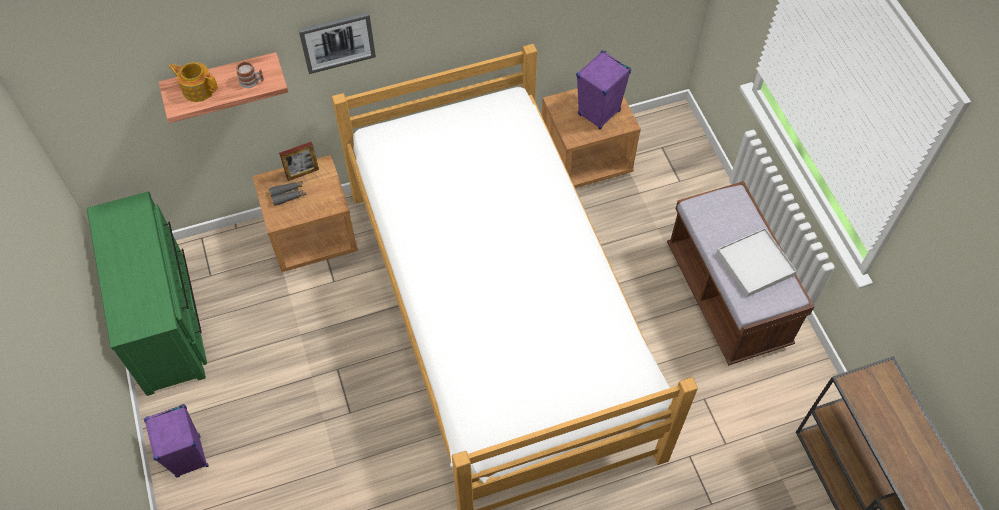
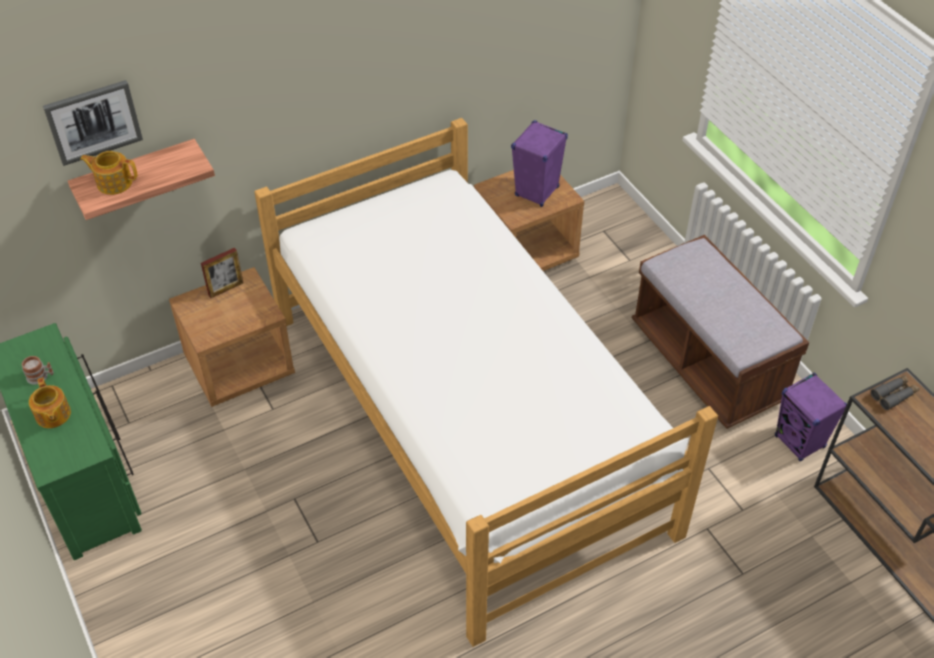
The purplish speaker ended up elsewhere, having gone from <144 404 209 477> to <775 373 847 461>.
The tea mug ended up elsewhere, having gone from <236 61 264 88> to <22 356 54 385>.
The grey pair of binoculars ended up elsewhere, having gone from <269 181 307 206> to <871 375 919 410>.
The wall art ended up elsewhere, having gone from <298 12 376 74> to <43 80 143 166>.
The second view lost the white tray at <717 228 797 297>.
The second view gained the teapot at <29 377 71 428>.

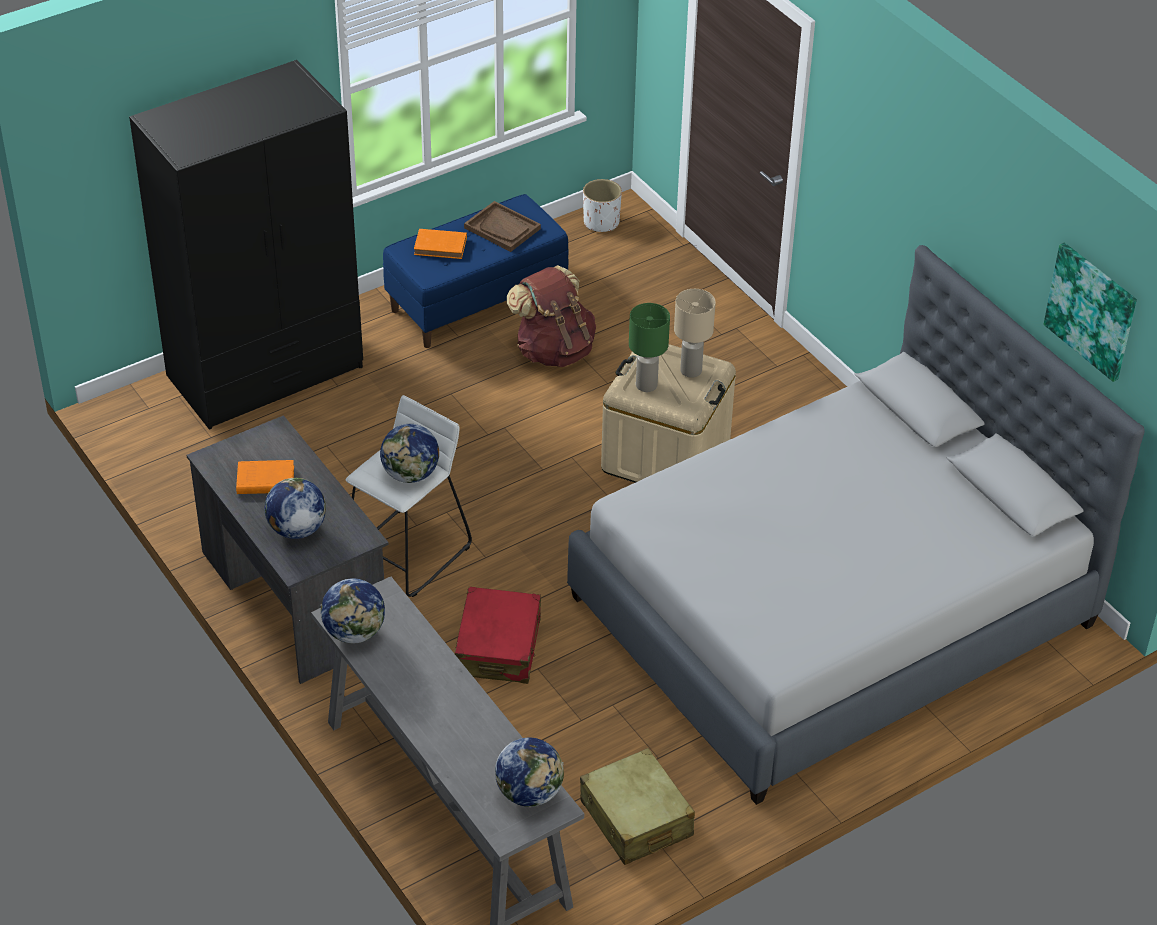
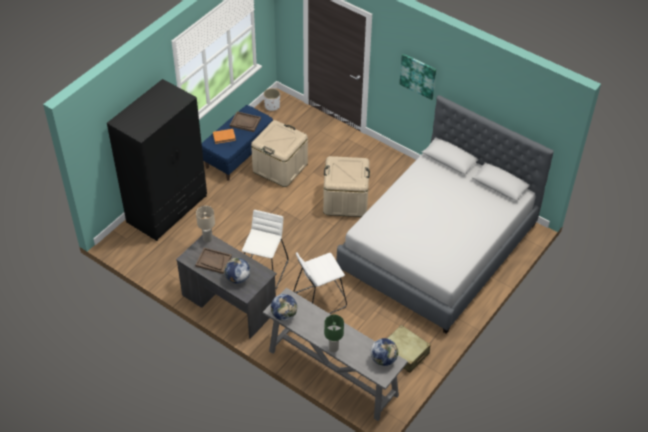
Where the orange-coloured book stood at <236 460 294 494>, the brownish tray came to stand at <195 248 232 274>.
The second view lost the desk globe at <380 424 439 483>.
Where the red suitcase stood at <455 587 541 684>, the white stool seat came to stand at <293 252 347 314>.
Where the brownish backpack stood at <507 265 596 367>, the sand-coloured storage box came to stand at <251 120 308 187>.
The green lamp for a table ended up elsewhere, having gone from <629 303 670 392> to <324 315 344 352>.
The sand-coloured lamp for a table ended up elsewhere, having gone from <674 289 716 378> to <196 206 215 242>.
The wall art ended up elsewhere, having gone from <1044 243 1137 382> to <399 54 436 100>.

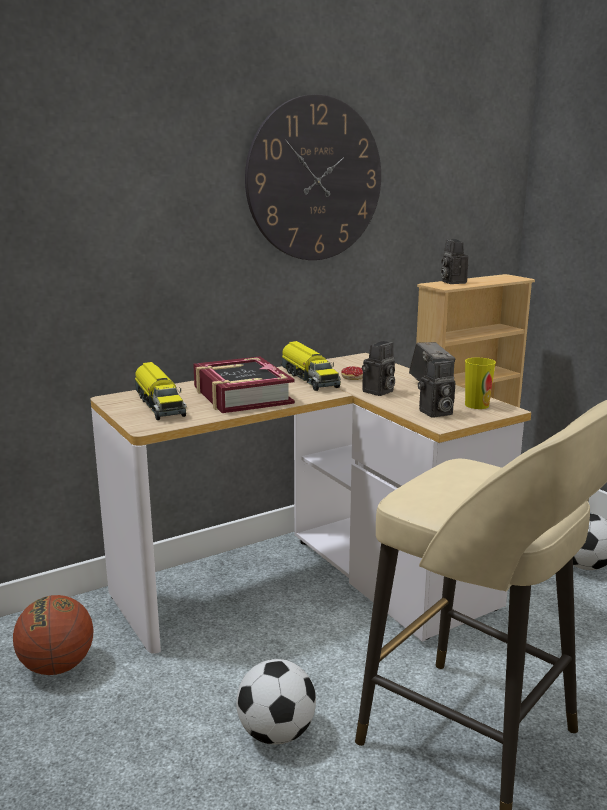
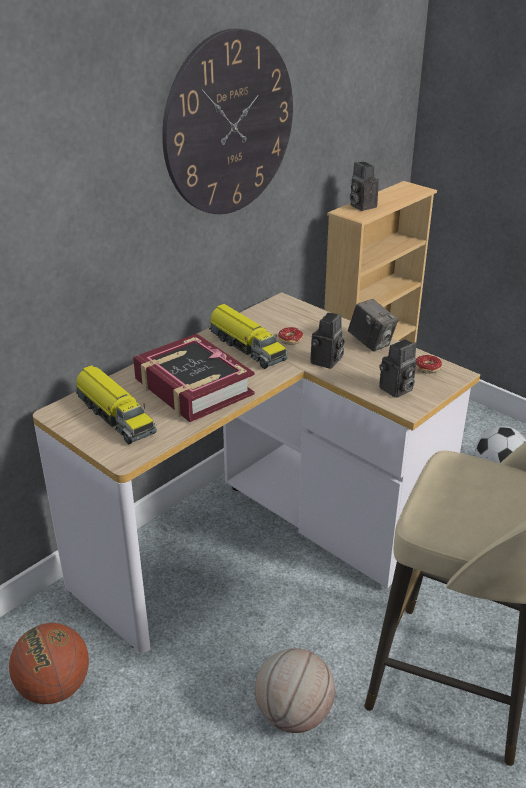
Where the football stood at <236 659 316 745>, the basketball came to stand at <255 648 335 733>.
Where the drinking cup stood at <465 358 496 409>, the ring doughnut came to stand at <416 355 442 374>.

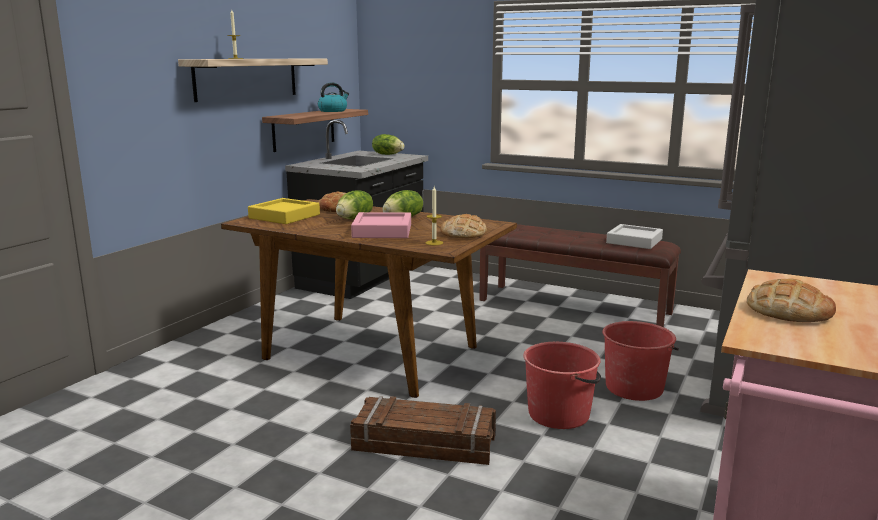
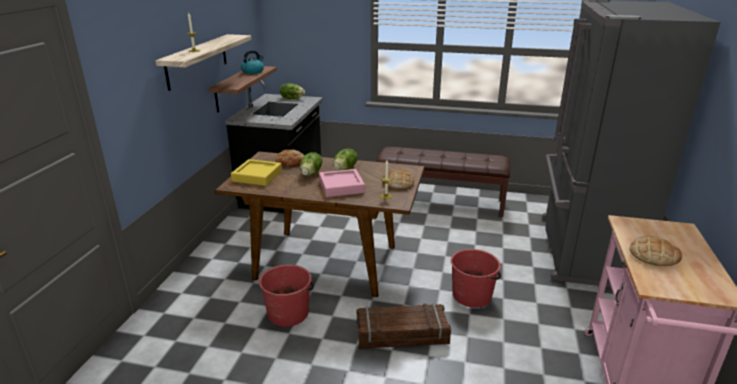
The red bucket ended up elsewhere, having gone from <602 321 679 401> to <259 264 314 327>.
The second view lost the grey tray at <606 224 663 249>.

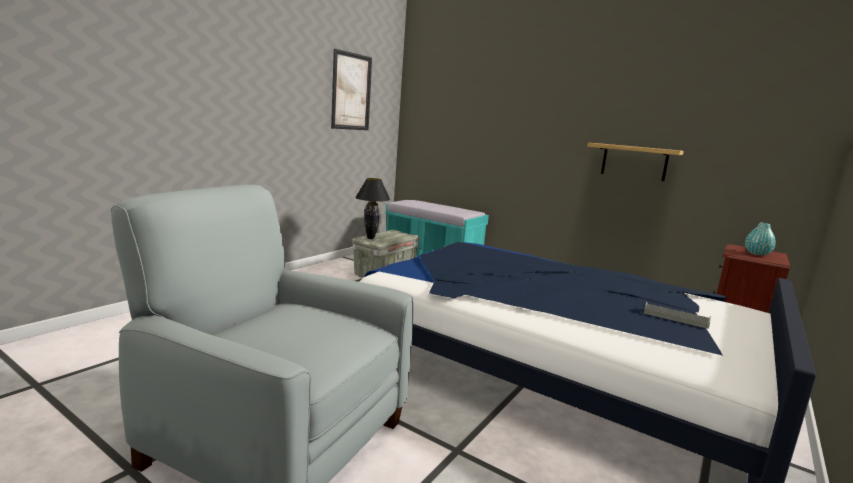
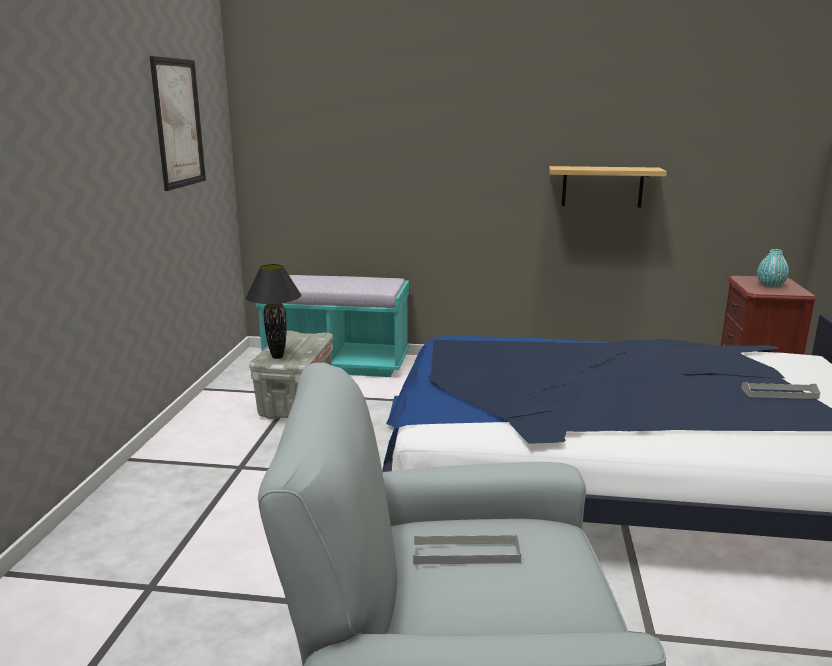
The second view gained the grey tray at <413 534 521 564>.

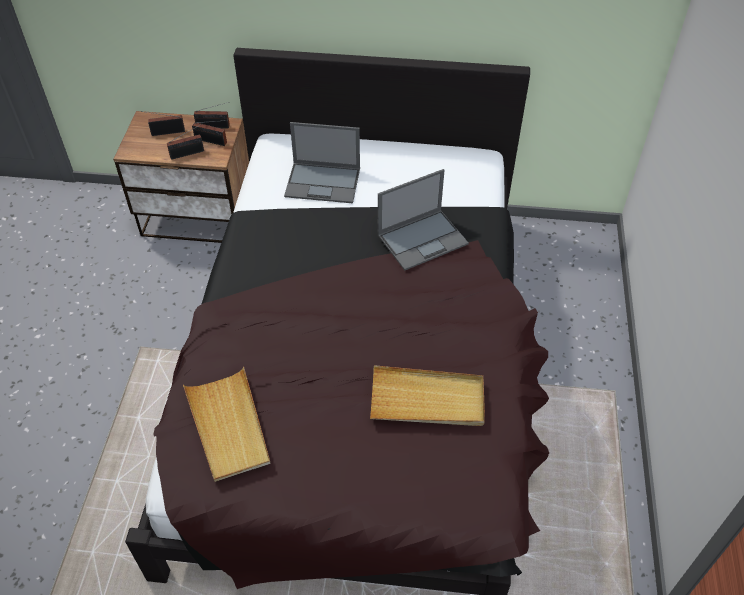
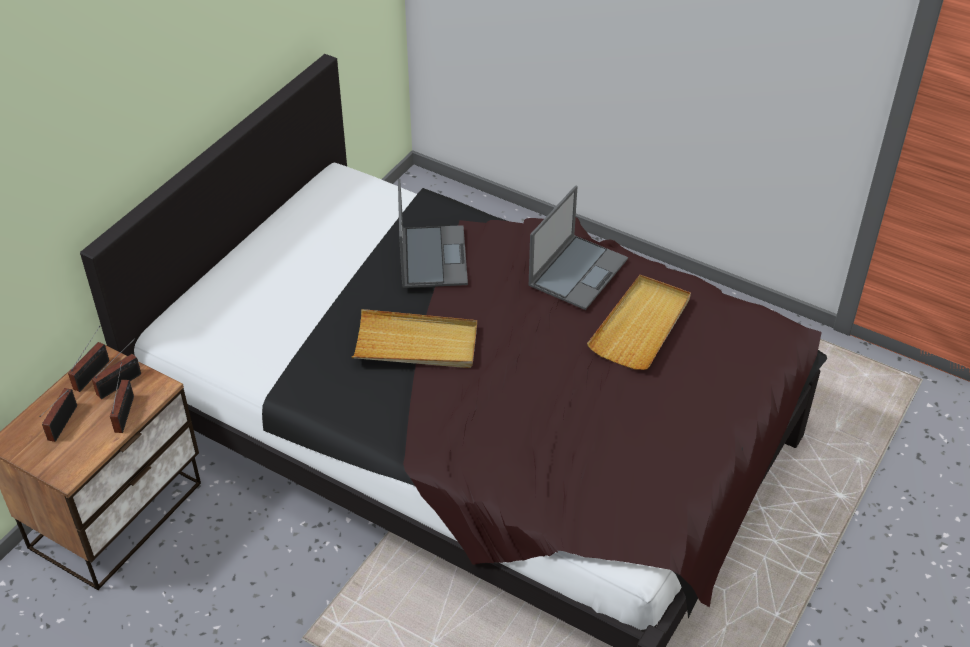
The sand-coloured tray ended up elsewhere, having gone from <183 367 271 482> to <352 309 477 368>.
The portable computer ended up elsewhere, having gone from <284 122 360 203> to <528 185 628 310>.

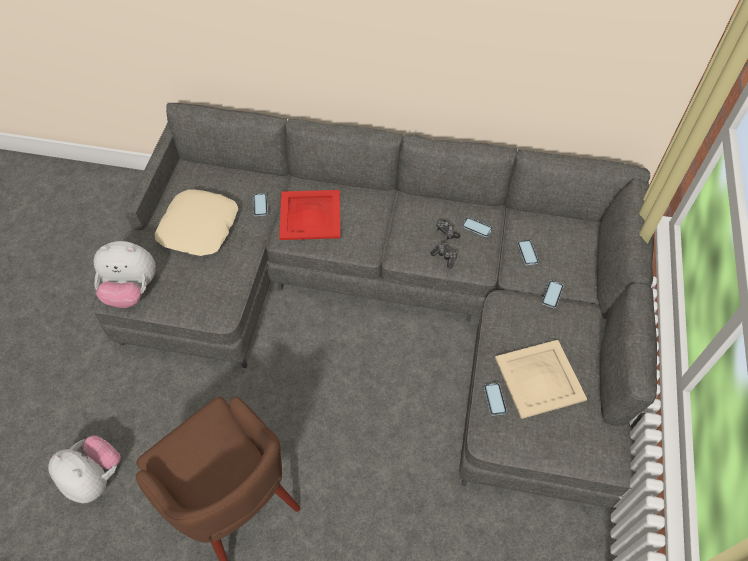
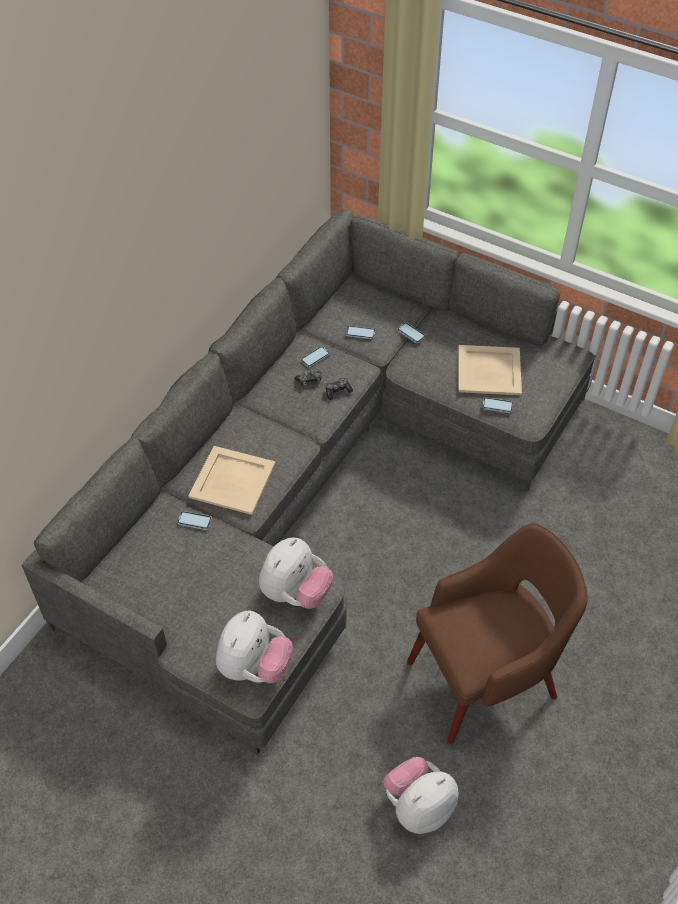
The second view lost the sand-coloured throw pillow at <155 190 238 256>.
What was the red tray at <279 190 340 240> turned into the sand-coloured tray at <188 446 276 515>.
The second view gained the plush toy at <259 537 333 609>.

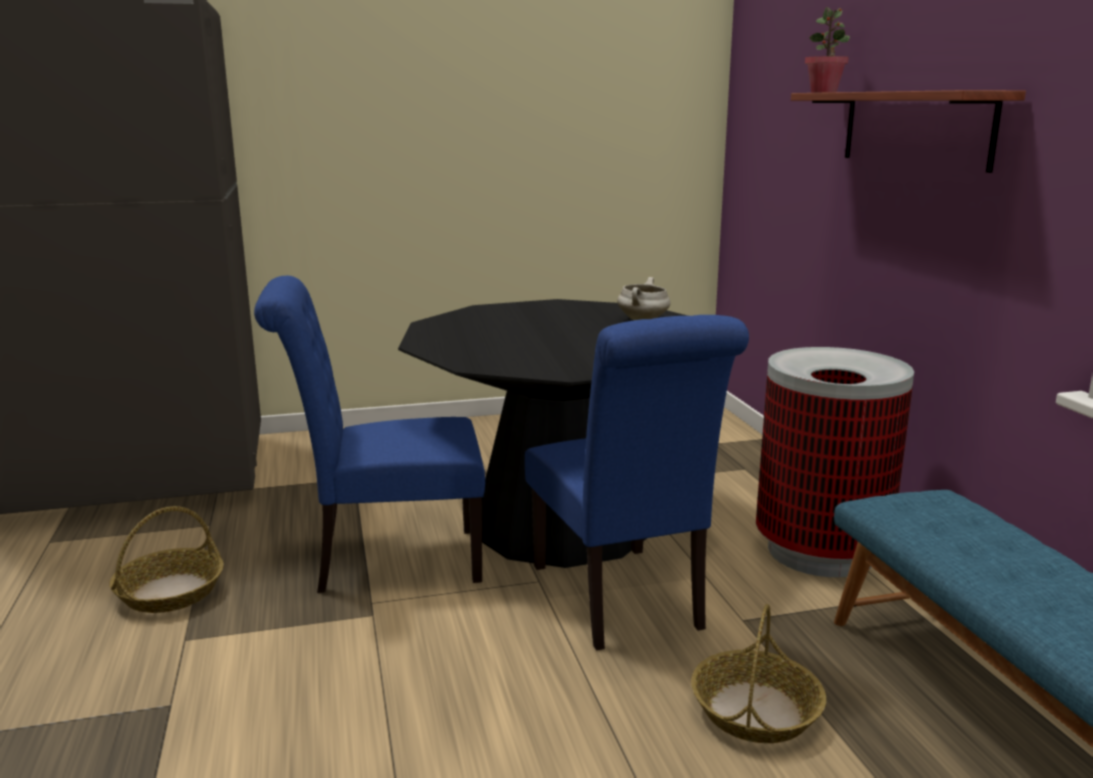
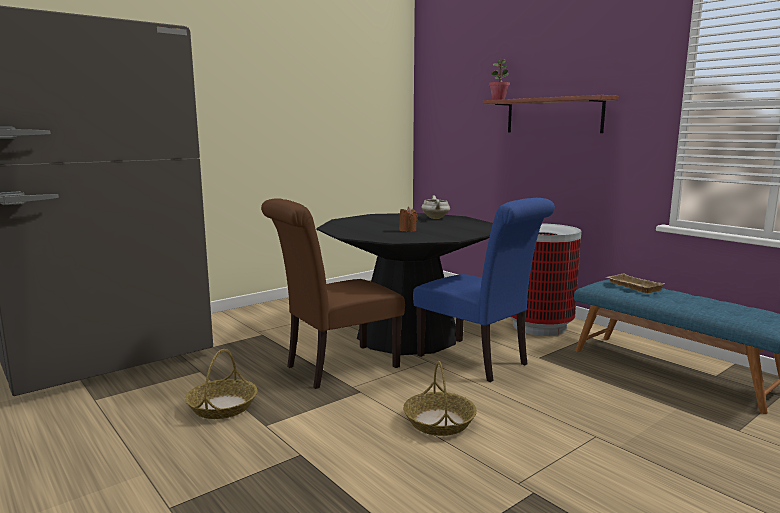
What was the blue-coloured plain chair at <254 276 485 593> turned into the brownish plain chair at <261 198 405 389>.
The storage basket ended up elsewhere, having gone from <691 604 826 743> to <403 361 477 436>.
The second view gained the brownish candle at <399 207 418 232>.
The second view gained the sand-coloured tray at <606 274 665 293>.

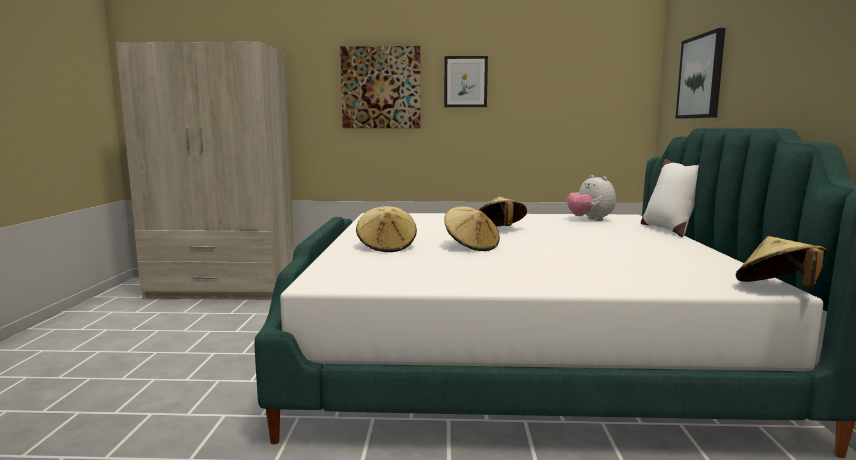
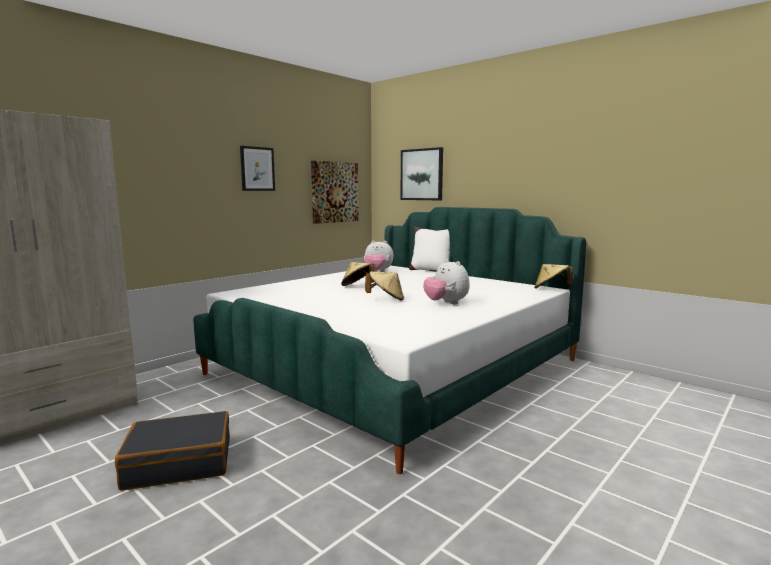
The wall art ended up elsewhere, having gone from <340 46 421 128> to <311 161 358 224>.
The second view lost the sand-coloured wearable hat at <356 206 417 252>.
The second view gained the black suitcase at <115 411 230 491>.
The second view gained the plush toy at <423 259 470 304>.

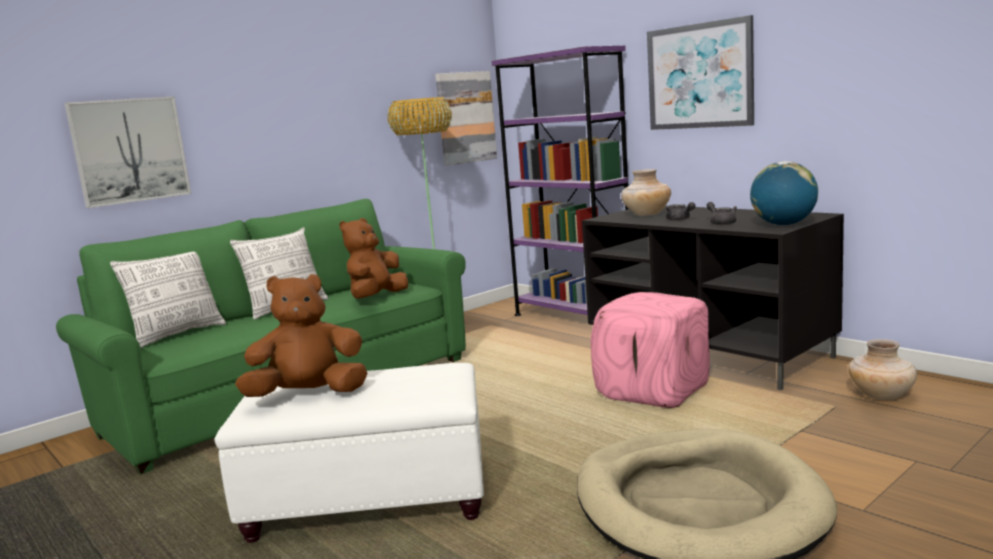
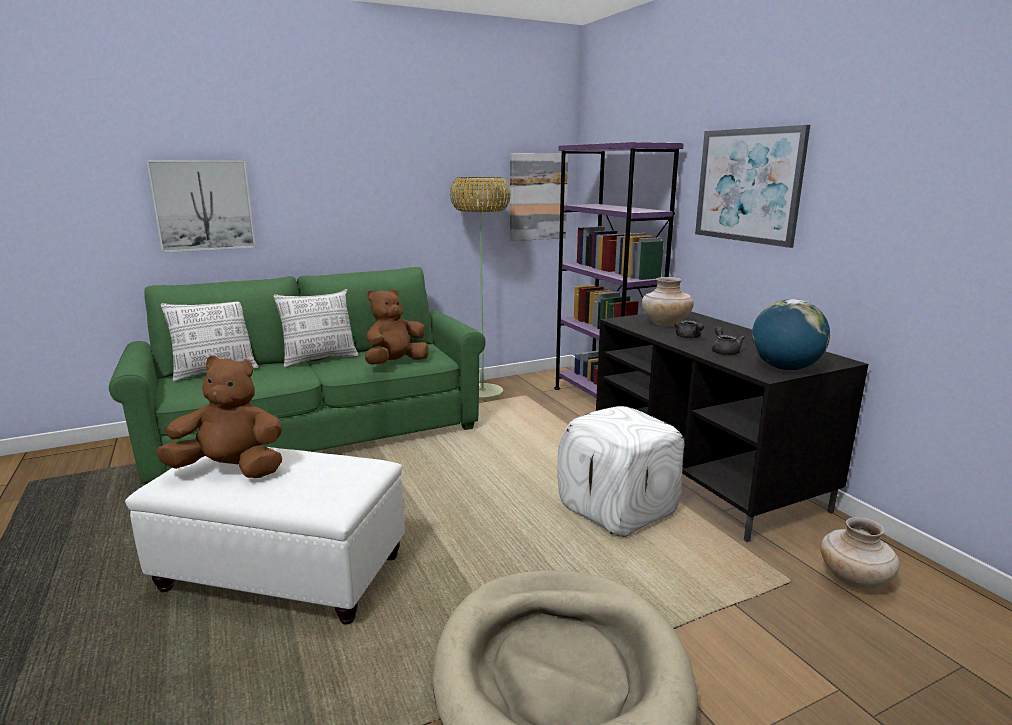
What was the pink pouffe at <591 292 710 408> turned into the white pouffe at <557 406 684 537>.

